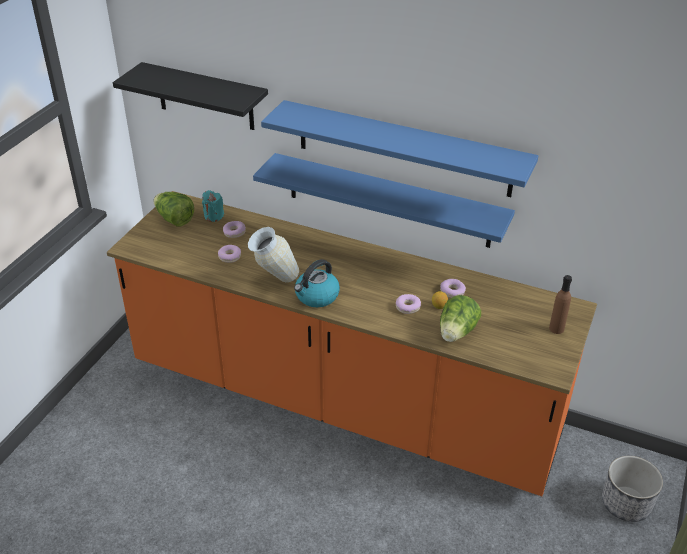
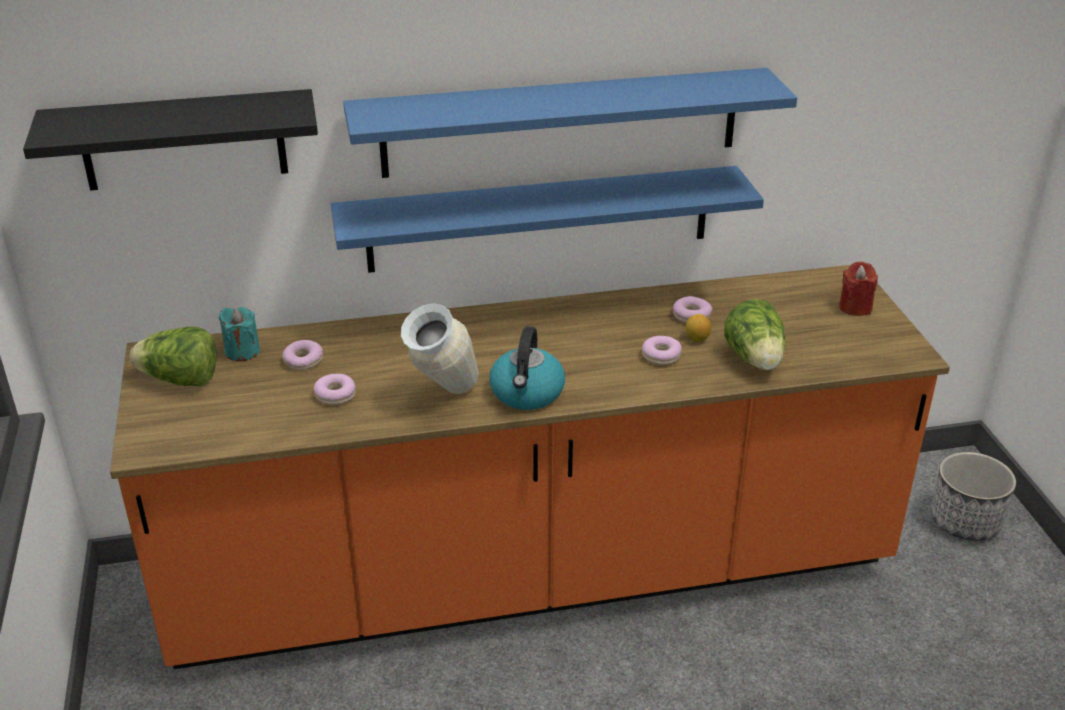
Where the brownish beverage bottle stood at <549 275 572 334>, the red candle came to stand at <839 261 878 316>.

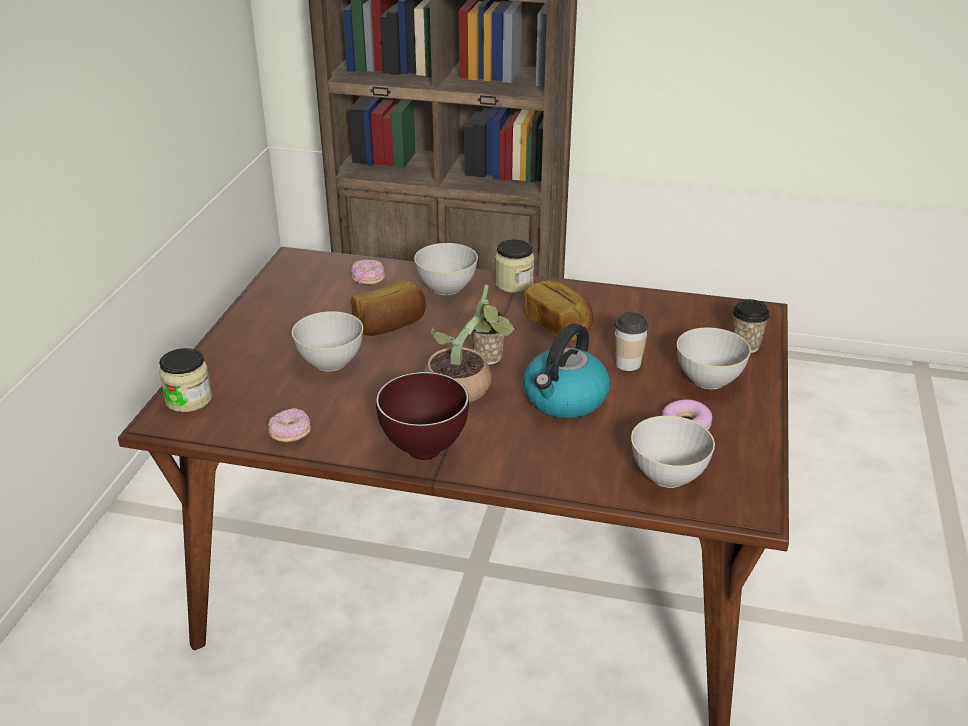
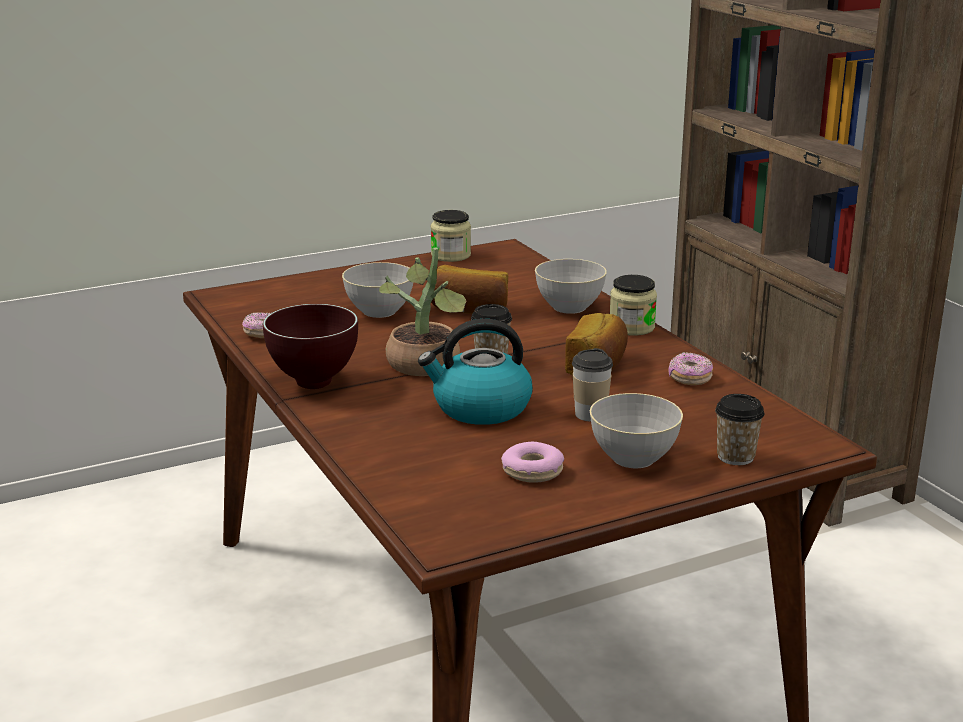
The jar ended up elsewhere, having gone from <159 348 212 412> to <431 210 471 262>.
The ring doughnut ended up elsewhere, having gone from <351 259 385 285> to <668 352 713 385>.
The second view lost the grey serving bowl at <631 415 715 488>.

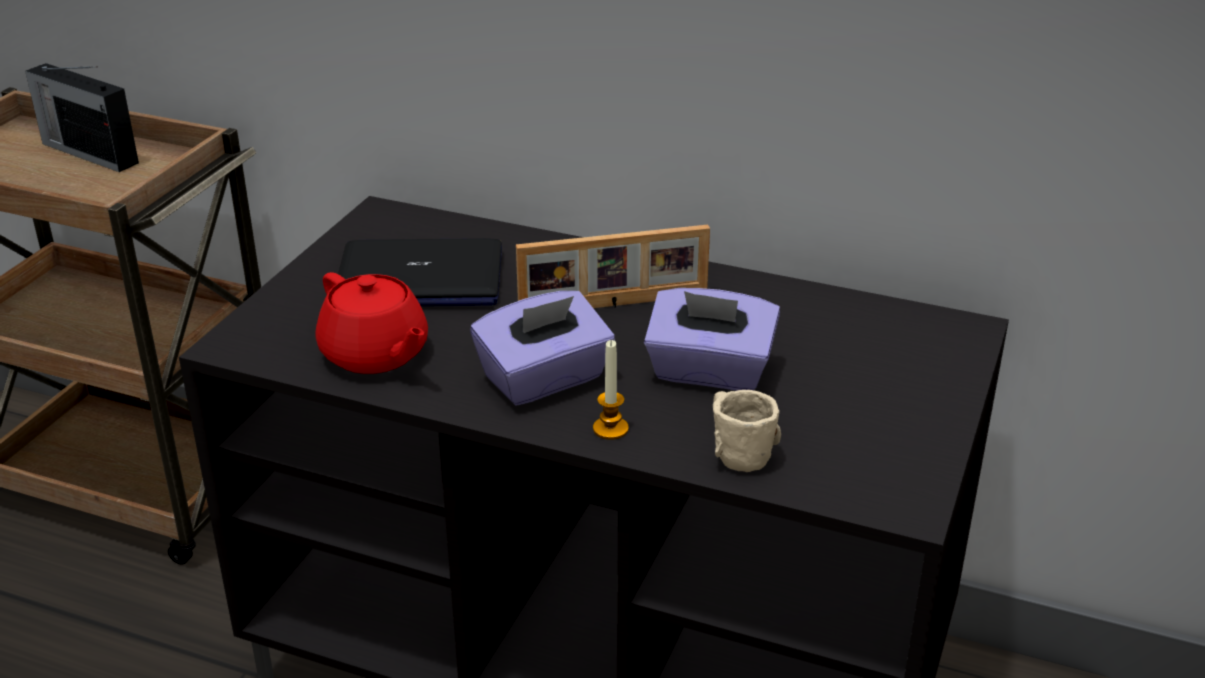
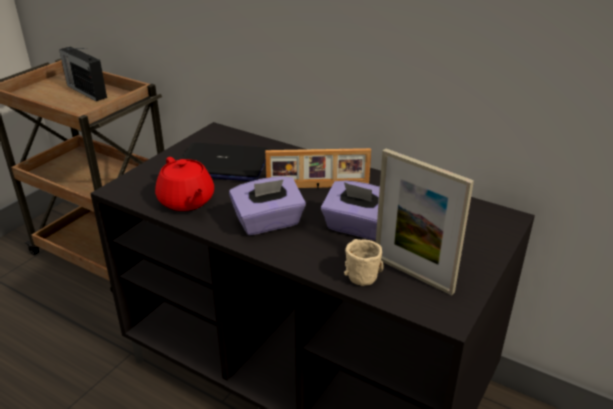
The second view lost the candle at <593 340 629 440>.
The second view gained the picture frame at <376 148 474 295>.

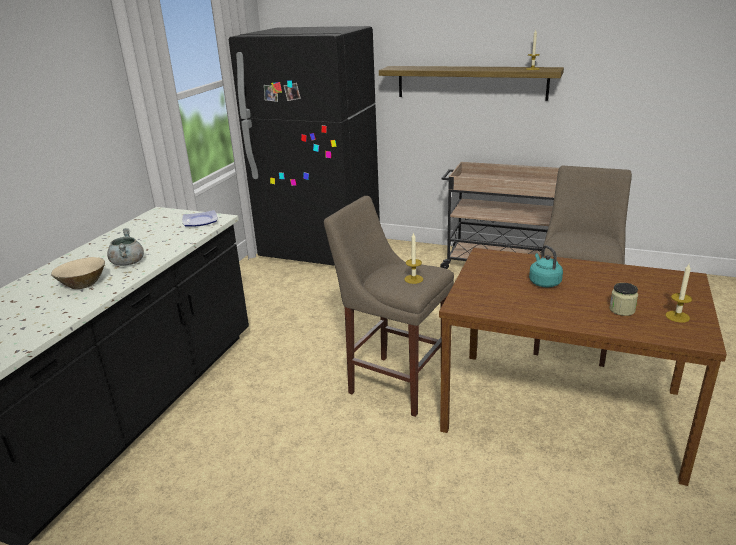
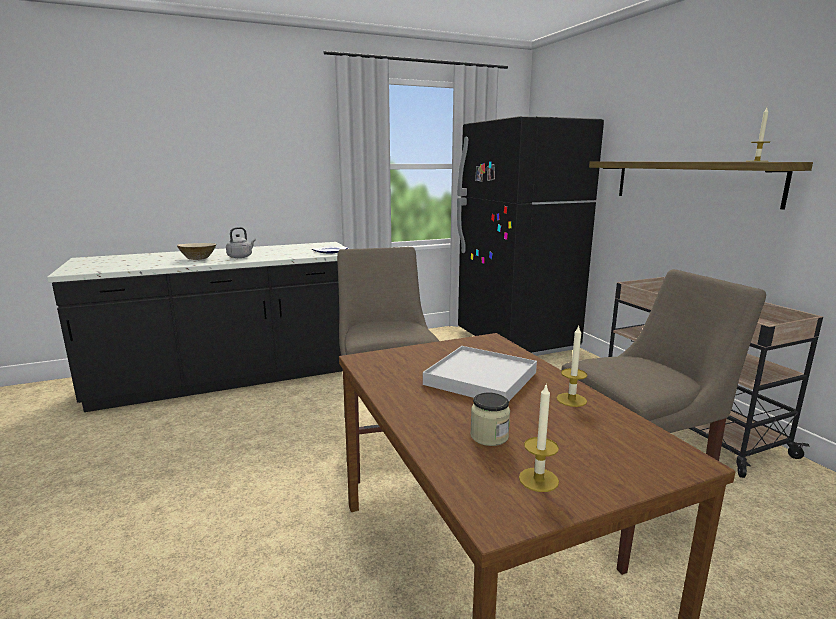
Where the grey stockpot stood at <107 228 144 266>, the grey water kettle came to stand at <226 227 256 258>.
The candle ended up elsewhere, having gone from <405 232 423 284> to <557 326 587 407>.
Where the blue-green water kettle stood at <529 245 563 288>, the white tray came to stand at <423 346 537 401>.

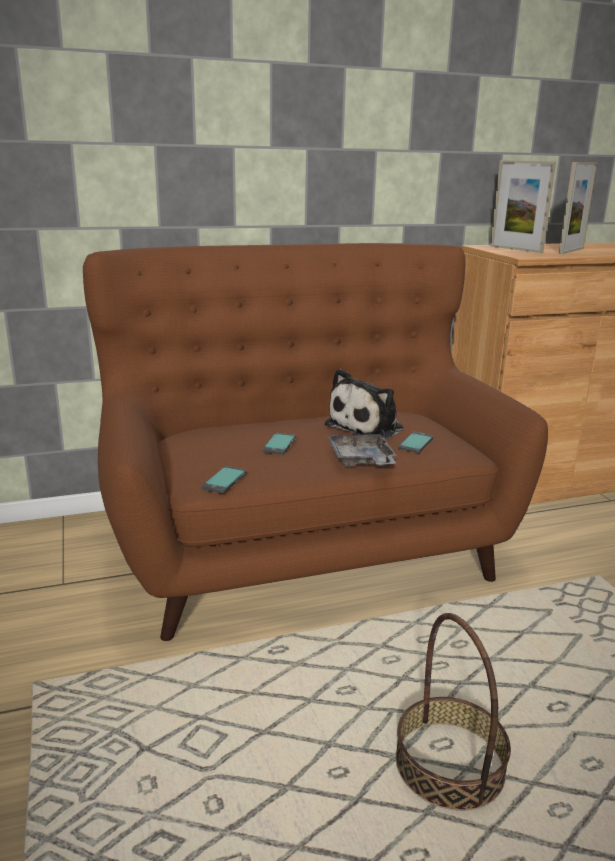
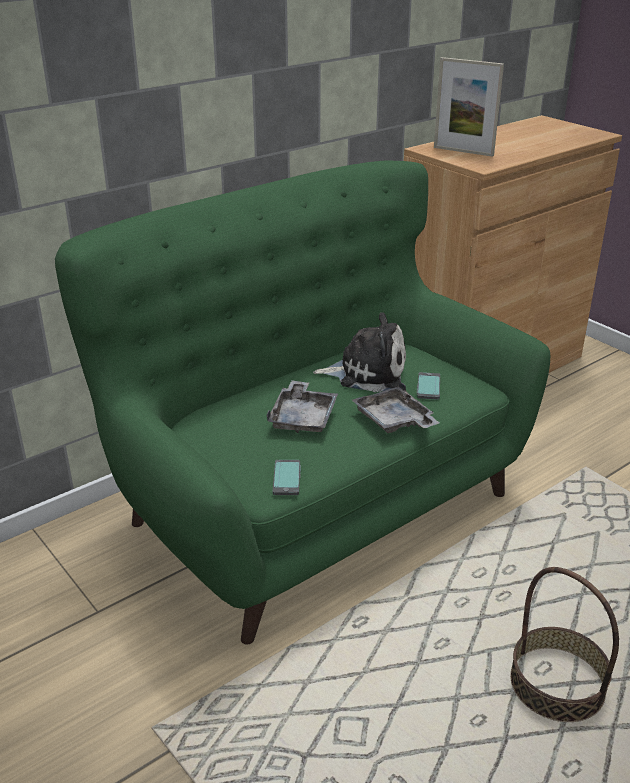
What was the brownish couch at <83 243 548 641> turned into the green couch at <55 160 550 645>.
Where the handset stood at <262 433 296 455>, the grey tray came to stand at <266 380 338 433>.
The plush toy at <325 369 403 439> ended up facing another way, 105 degrees counterclockwise from before.
The second view lost the picture frame at <559 162 597 254>.

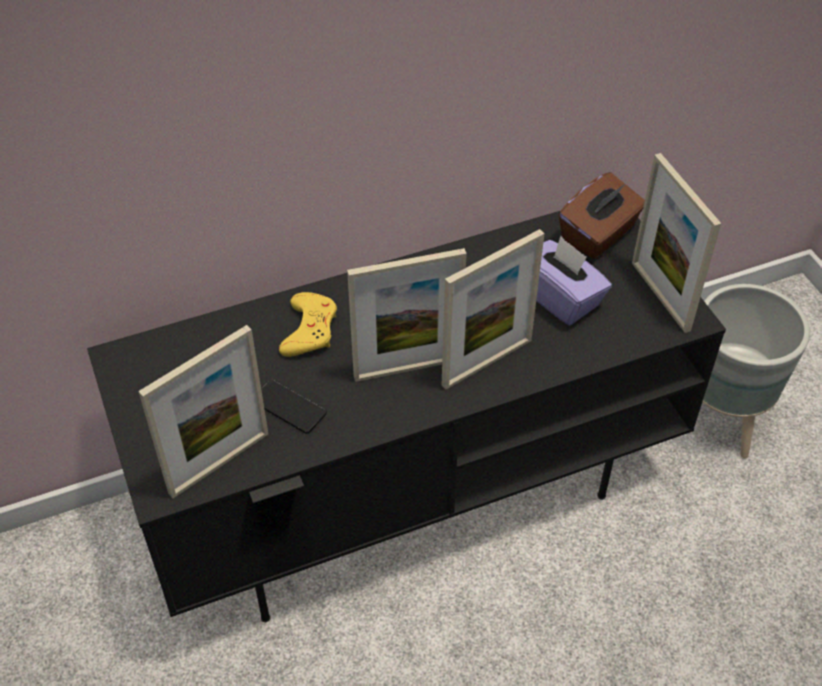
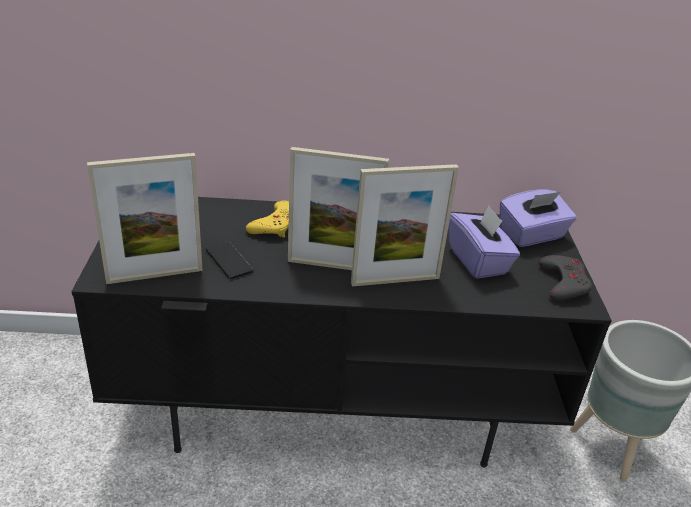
What was the brownish tissue holder at <559 172 645 259> turned into the purplish tissue holder at <500 189 577 247>.
Where the picture frame stood at <632 153 721 333>, the grey joypad came to stand at <539 255 592 301>.

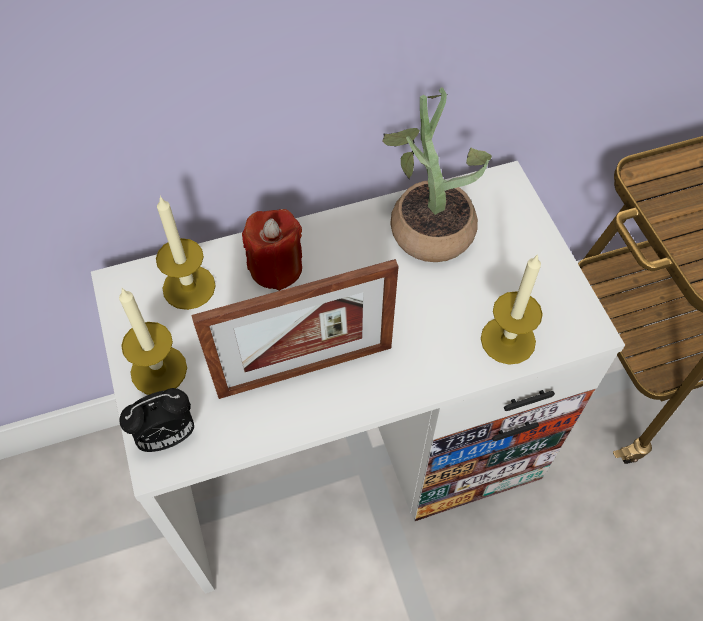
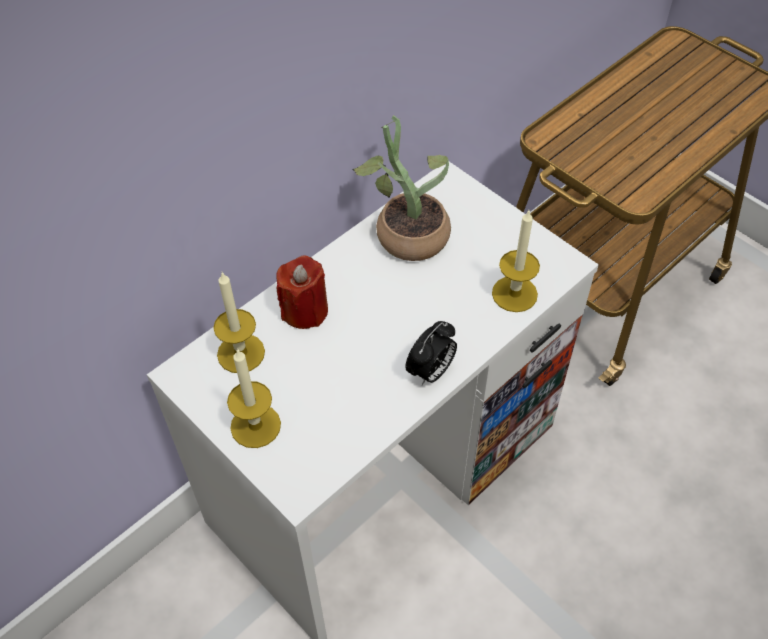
The bedside clock ended up elsewhere, having gone from <119 388 194 452> to <405 321 457 385>.
The second view lost the picture frame at <191 259 399 399>.

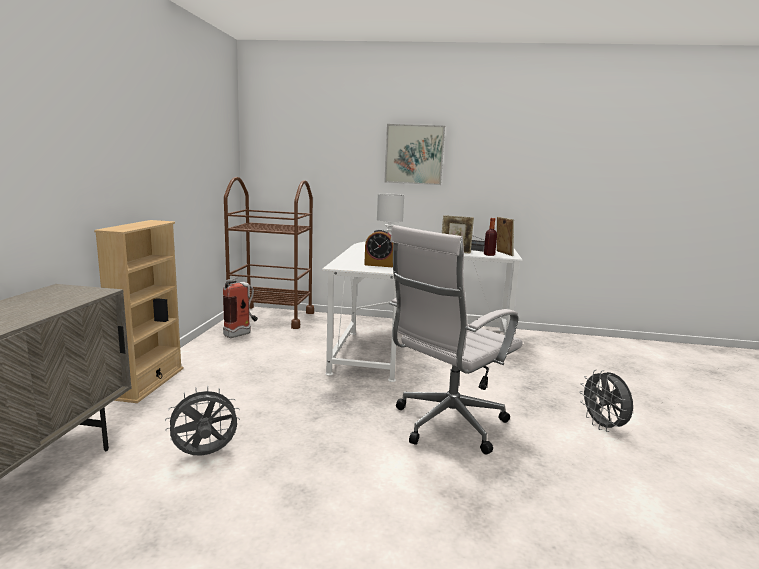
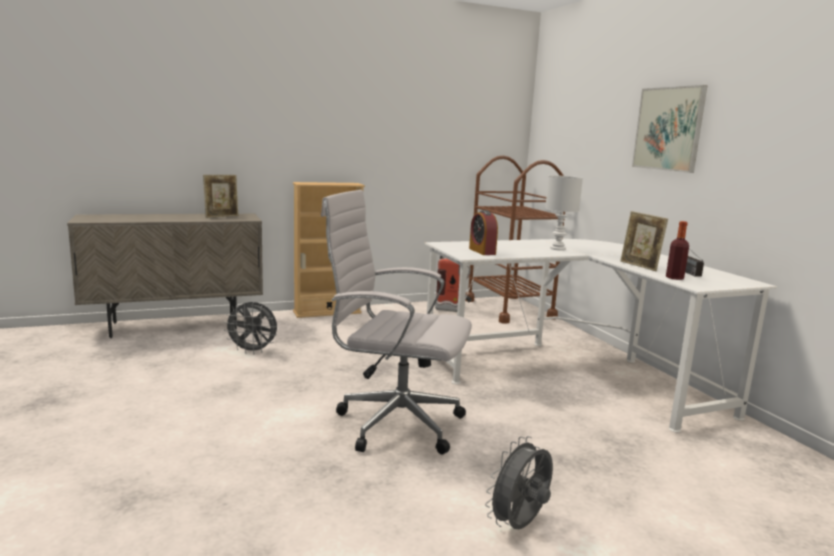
The grey electric fan at <165 386 240 456> ended up facing another way, 150 degrees clockwise from before.
The picture frame ended up elsewhere, having gone from <497 217 514 256> to <203 175 238 218>.

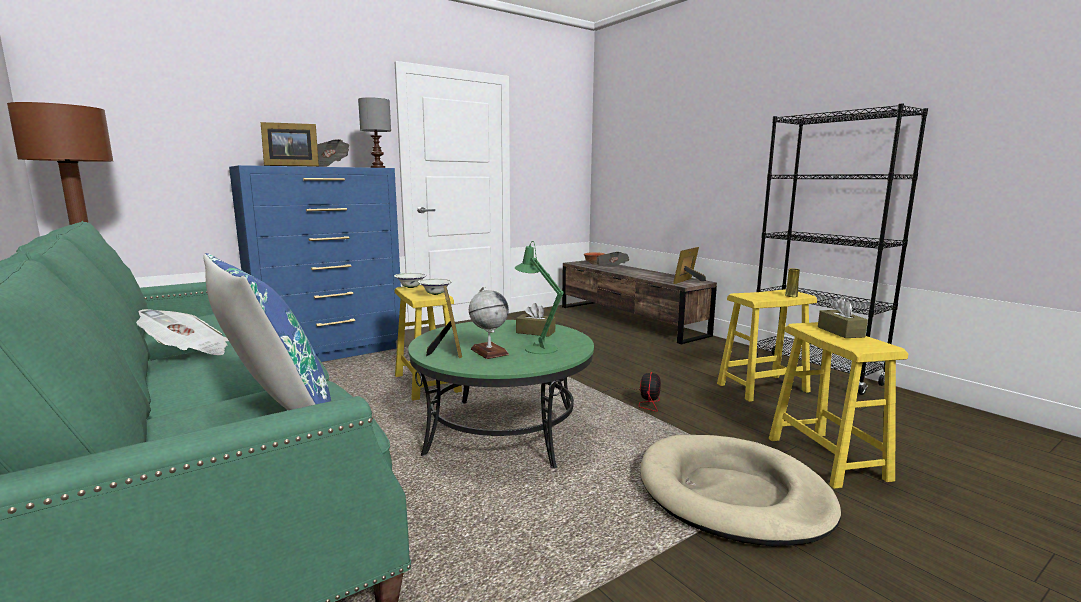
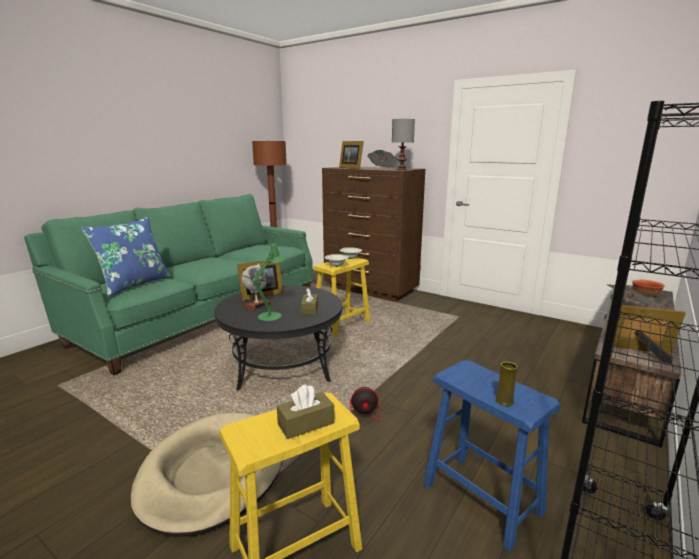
The second view lost the printed paper at <136 309 229 355>.
What was the blue-coloured chest of drawers at <229 165 401 362> turned into the brownish chest of drawers at <322 167 425 302>.
What was the green low table at <408 320 594 468> turned into the black low table at <214 285 343 391>.
What was the yellow stool seat at <717 289 817 402> turned into the blue-coloured stool seat at <423 360 561 552>.

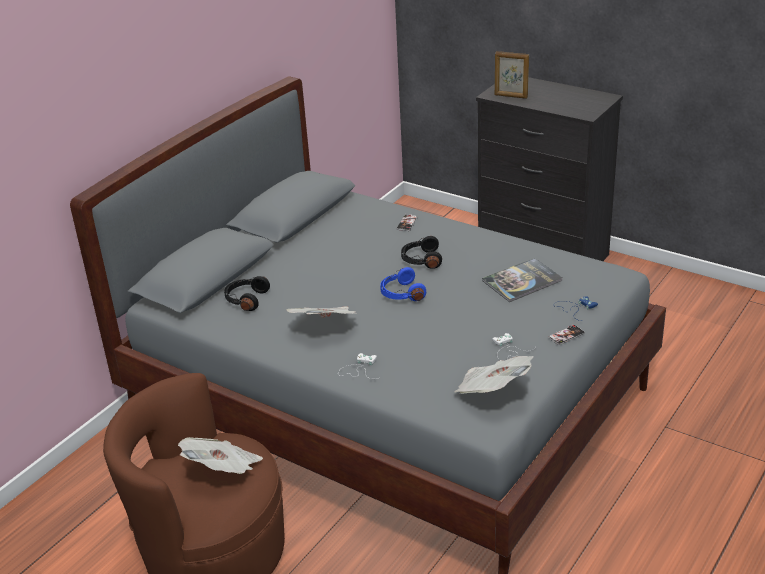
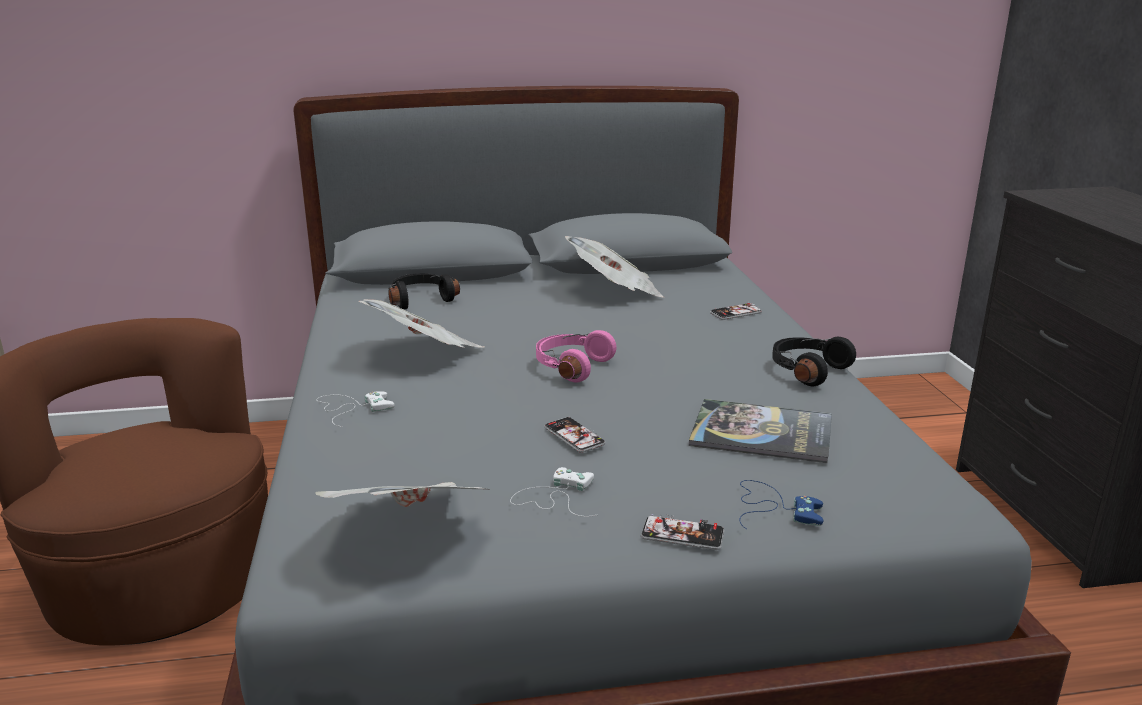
The printed paper ended up elsewhere, having gone from <178 437 263 474> to <565 236 663 297>.
What was the blue-coloured headphones at <380 267 426 301> turned into the pink headphones at <536 330 616 383>.
The black headphones ended up elsewhere, having gone from <401 236 442 269> to <772 337 856 386>.
The second view lost the picture frame at <495 51 529 99>.
The second view gained the handset at <544 417 605 453>.

